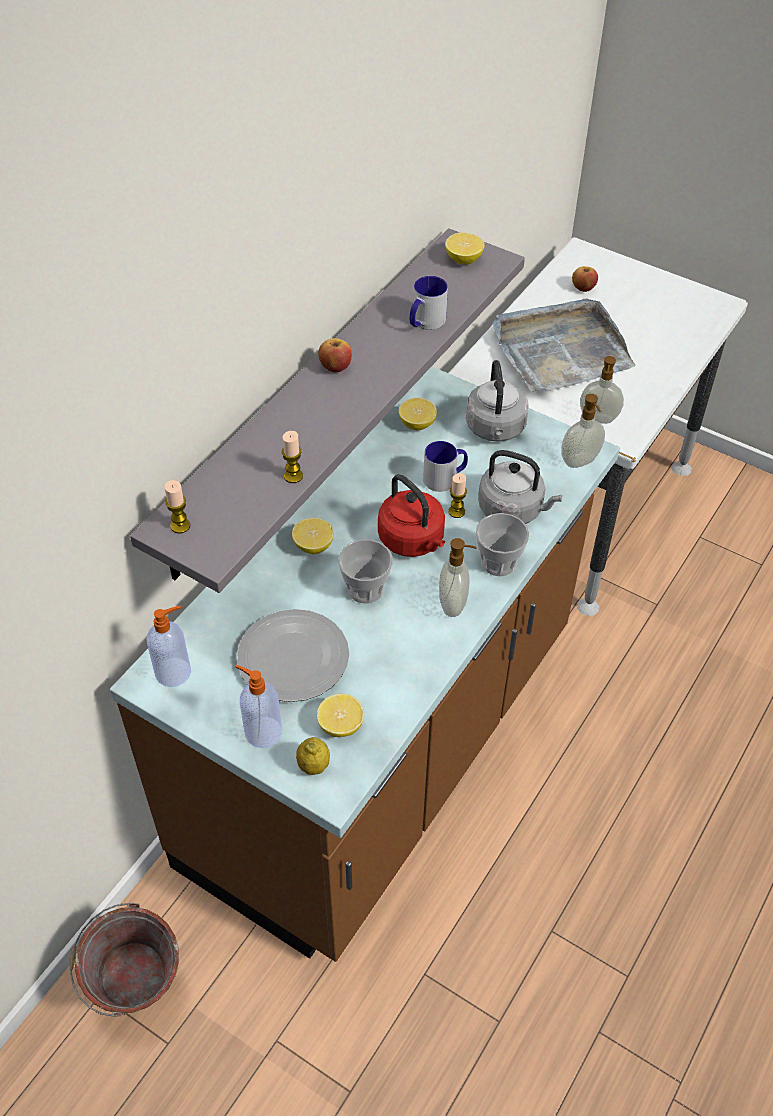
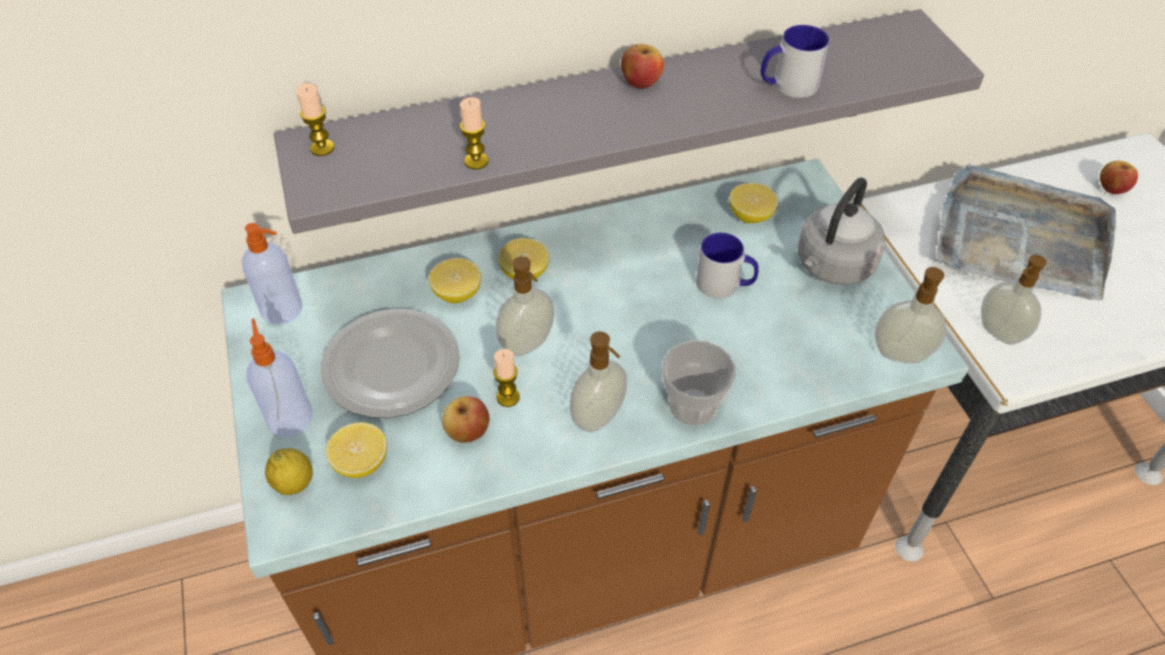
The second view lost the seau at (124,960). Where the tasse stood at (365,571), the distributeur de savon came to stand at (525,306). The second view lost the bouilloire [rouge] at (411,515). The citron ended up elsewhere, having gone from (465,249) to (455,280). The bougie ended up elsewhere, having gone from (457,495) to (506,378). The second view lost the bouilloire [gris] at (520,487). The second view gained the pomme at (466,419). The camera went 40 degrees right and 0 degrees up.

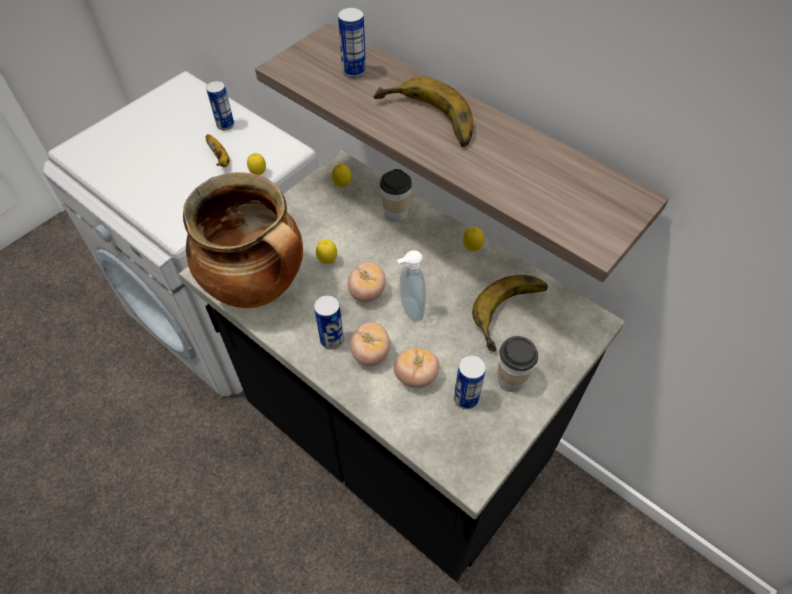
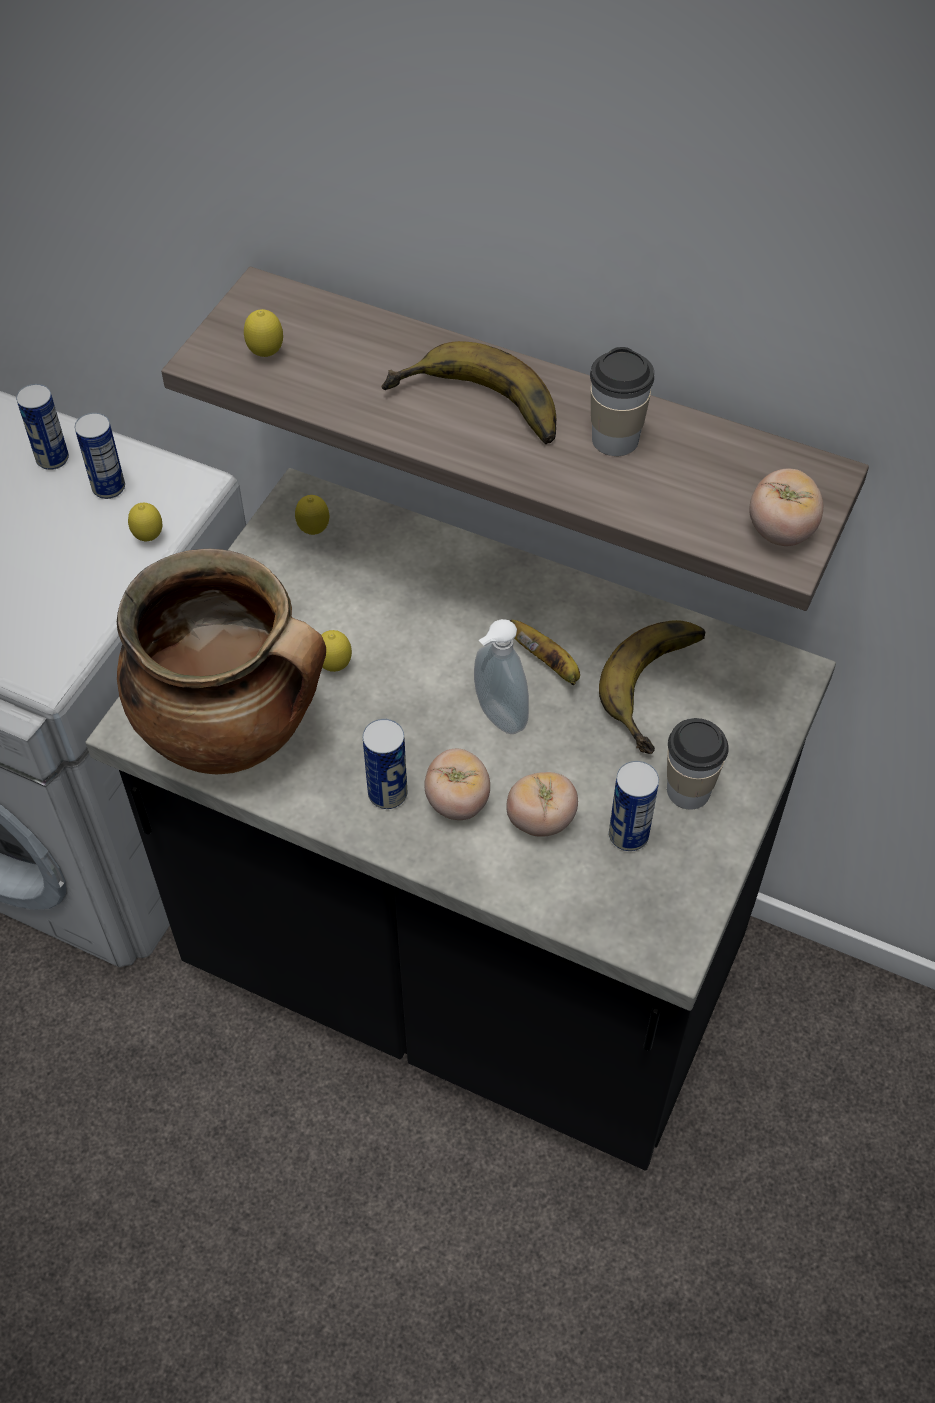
The banane ended up elsewhere, having gone from (218,150) to (545,652). The boîte métallique ended up elsewhere, having gone from (352,43) to (100,456). The tomate ended up elsewhere, having gone from (367,282) to (786,507). The tasse ended up elsewhere, having gone from (396,195) to (622,401). The citron ended up elsewhere, having gone from (473,239) to (263,333). The camera went 15 degrees left and 0 degrees up.

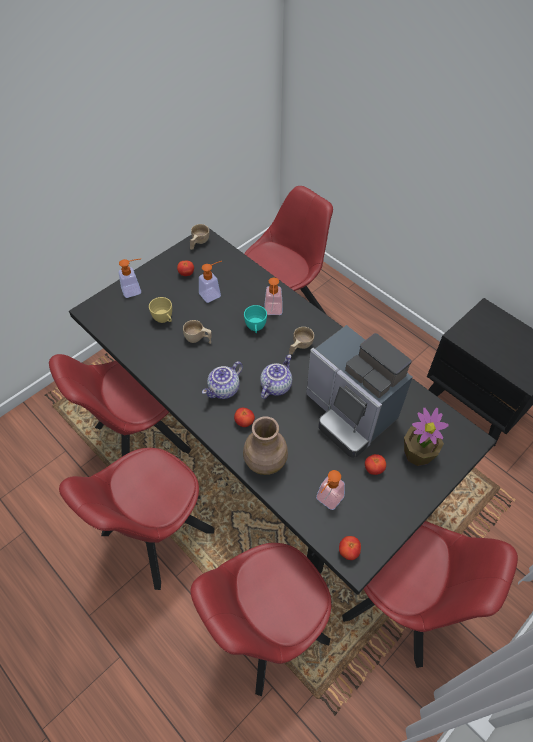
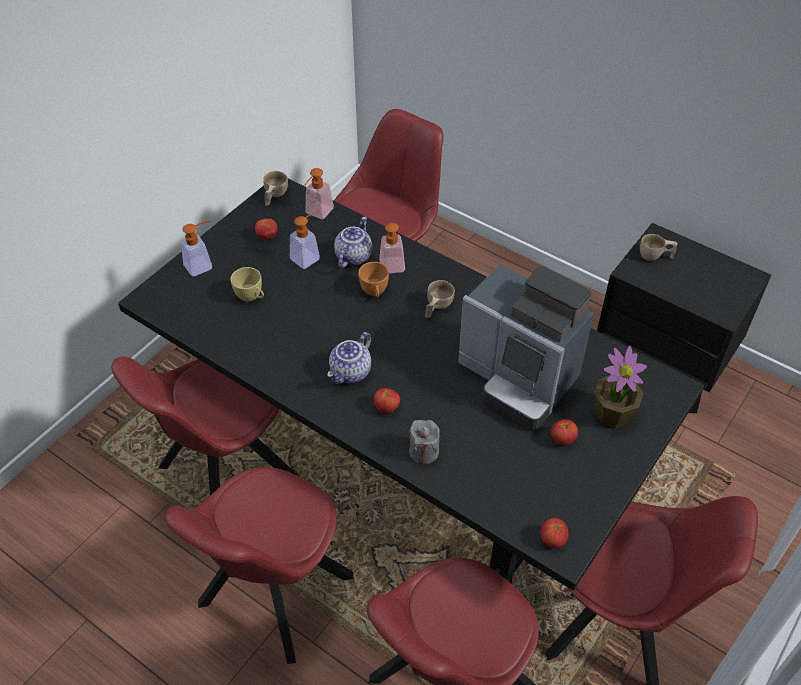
The tasse [beige] ended up elsewhere, having gone from (197,332) to (659,247). Where the vase [marron] stood at (265,445), the bougie [gris] came to stand at (424,442). What was the tasse [turquoise] at (255,319) turned into the tasse [orange] at (373,279). The théière ended up elsewhere, having gone from (276,377) to (353,242). The distributeur de savon ended up elsewhere, having gone from (330,490) to (319,193). The camera went 10 degrees left and 5 degrees down.

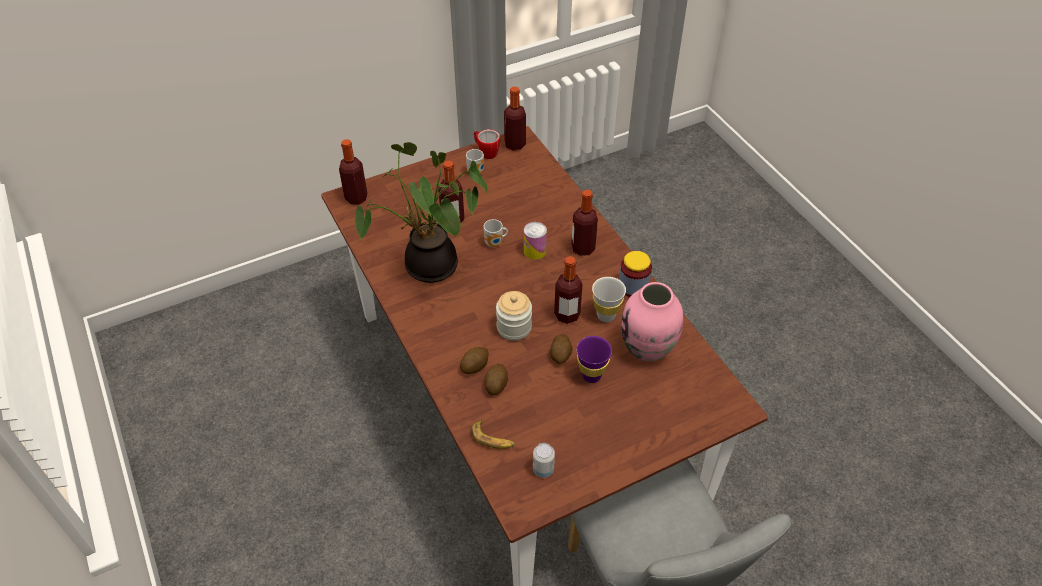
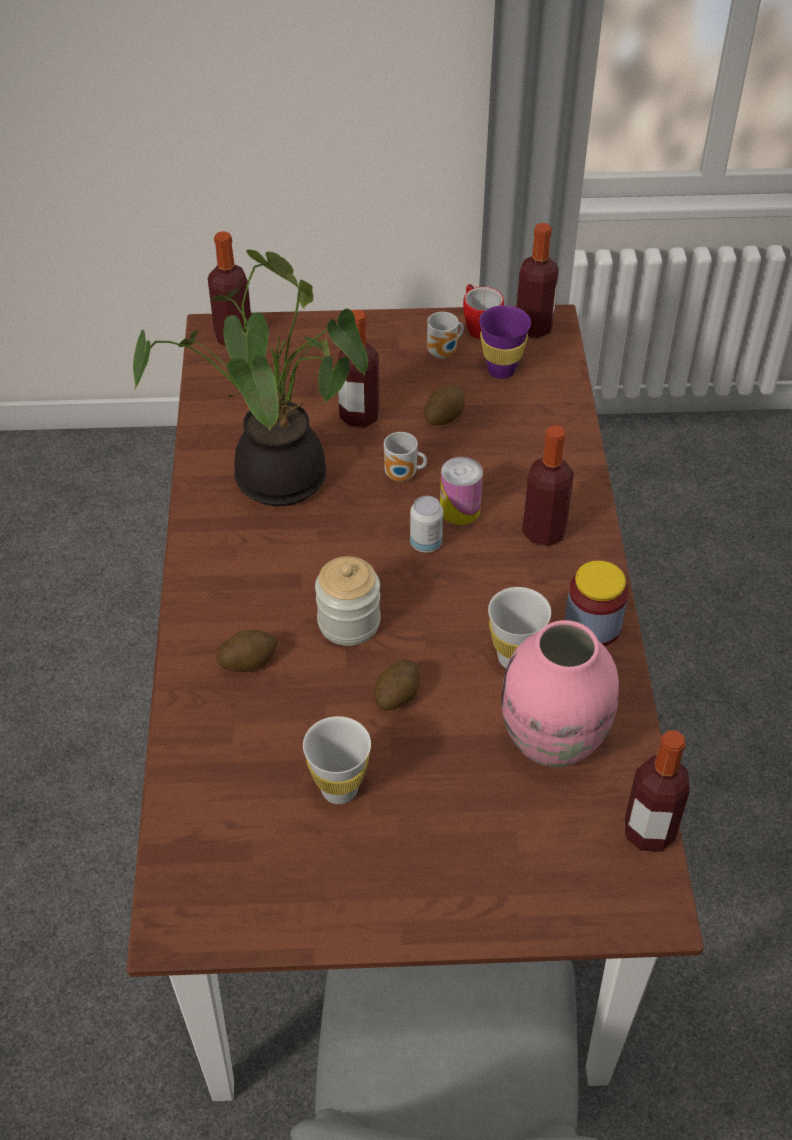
The second view lost the banane at (493,434). The pomme de terre ended up elsewhere, having gone from (496,379) to (444,405). The boîte métallique ended up elsewhere, having gone from (544,460) to (426,524). The bouteille ended up elsewhere, having gone from (568,290) to (657,791). The tasse [violet] ended up elsewhere, having gone from (594,359) to (505,342). The second view gained the tasse [blanc] at (337,760). The camera went 25 degrees right and 0 degrees up.

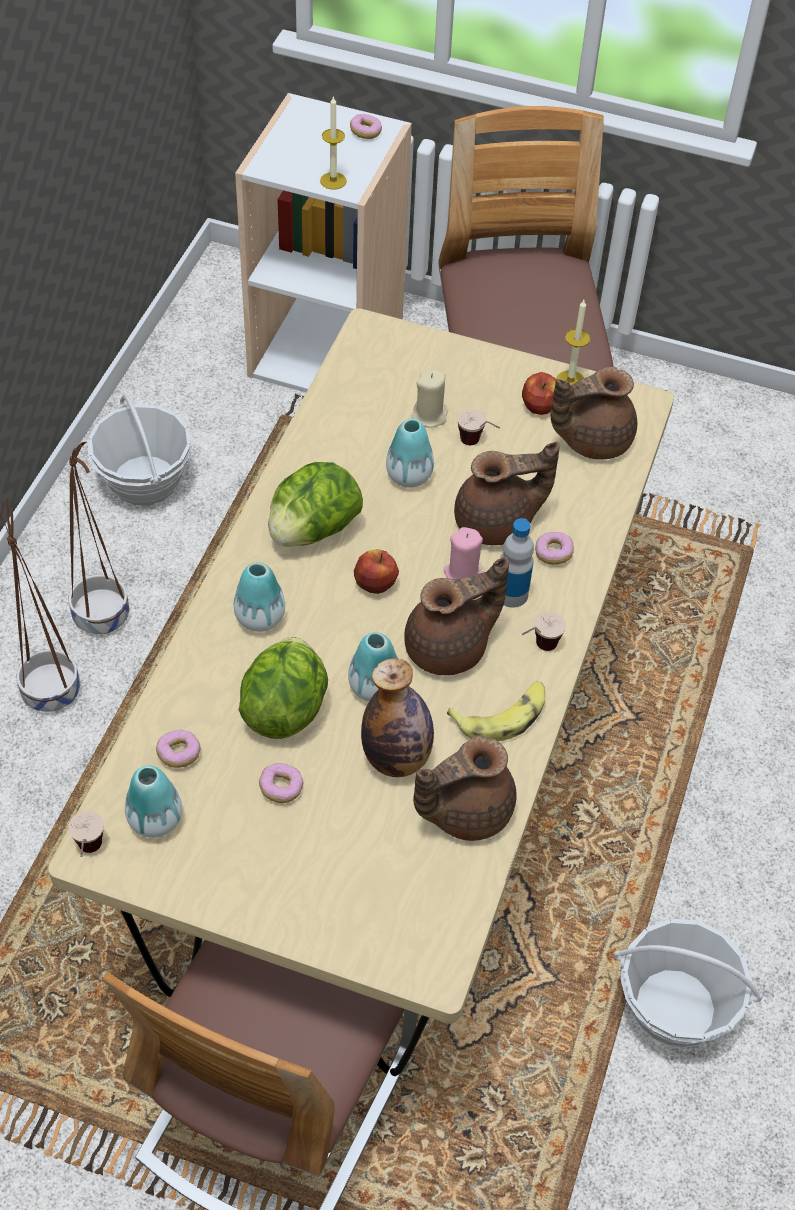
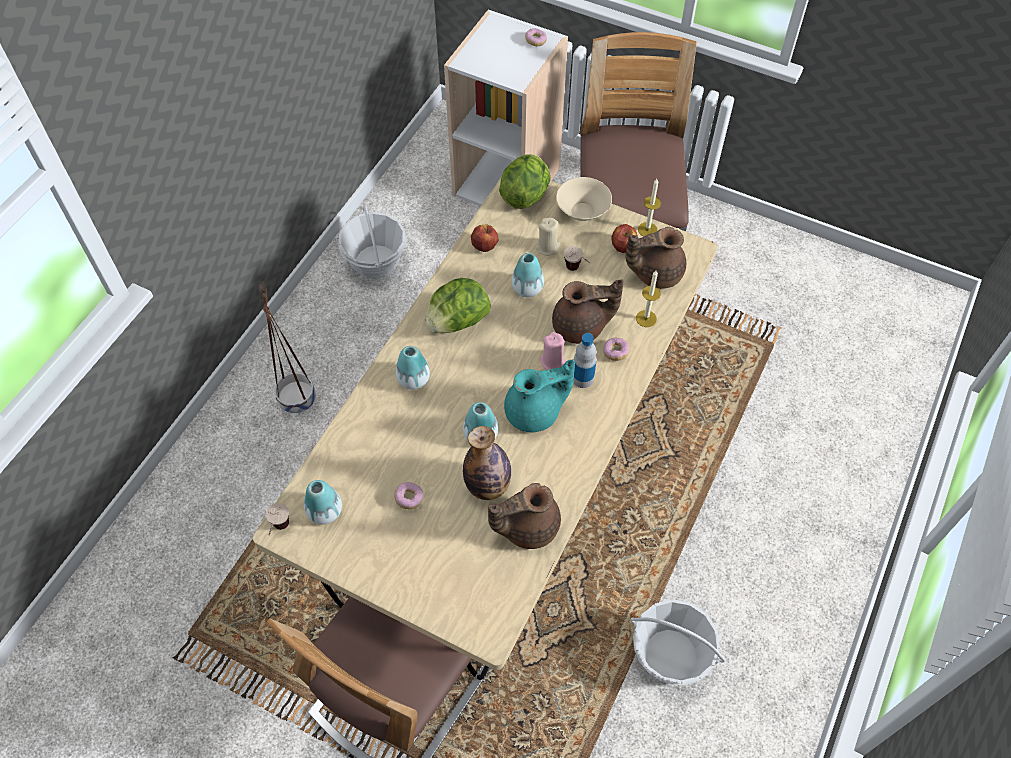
The second view lost the cache-pot [marron] at (98,538). The second view lost the beignet at (178,749). The laitue ended up elsewhere, having gone from (283,688) to (525,181). The bougie ended up elsewhere, having gone from (333,143) to (648,299). The pomme ended up elsewhere, having gone from (376,571) to (484,238). What was the théière [marron] at (456,616) turned into the théière [turquoise] at (539,396). The second view lost the banane at (496,711). The second view lost the tasse at (544,631). The second view gained the bol [beige] at (584,199). The camera went 10 degrees right and 5 degrees up.

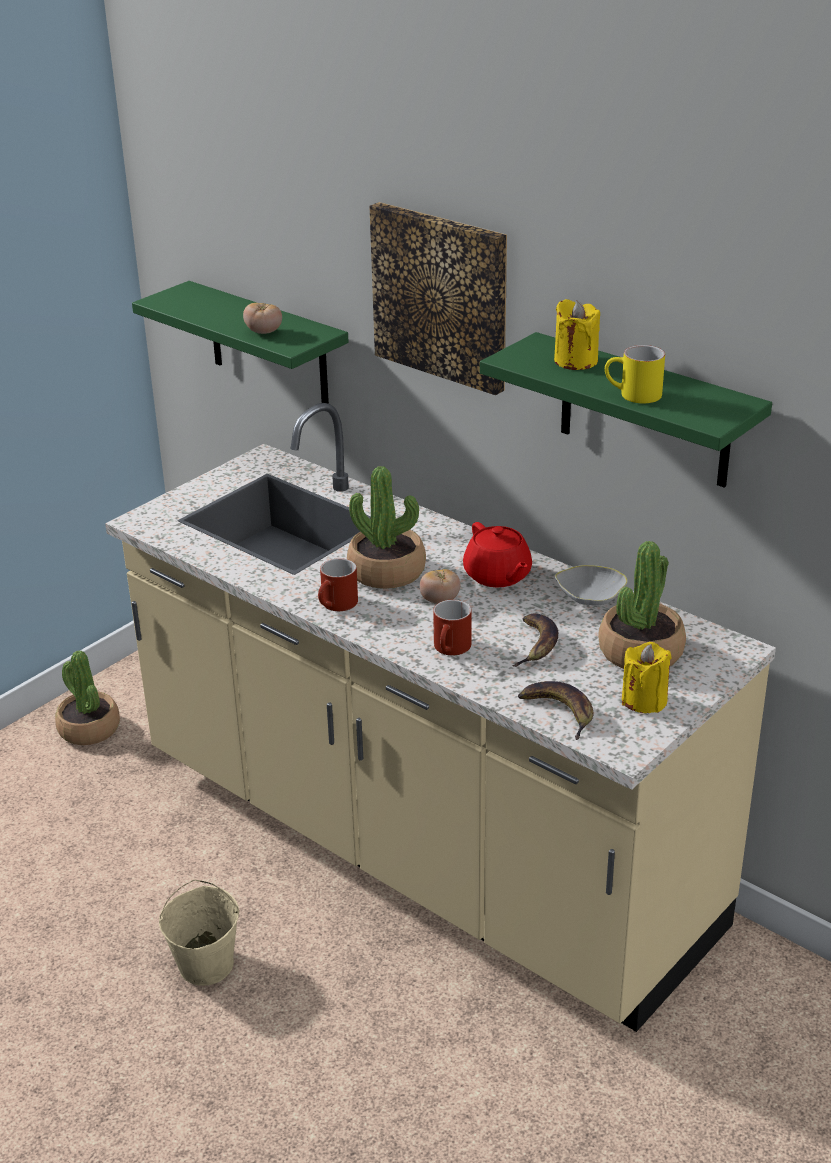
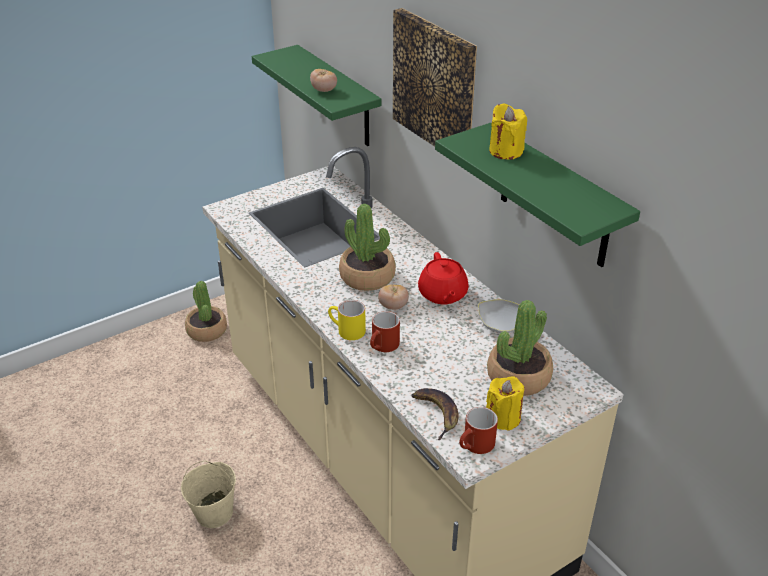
The mug [rouge] ended up elsewhere, having gone from (338,584) to (478,430). The second view lost the banane at (535,640). The mug [jaune] ended up elsewhere, having gone from (635,374) to (347,320). The camera went 15 degrees right and 5 degrees up.

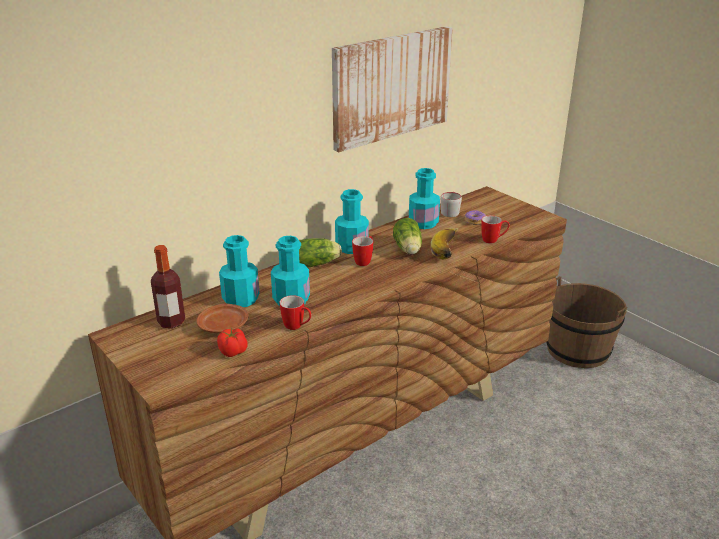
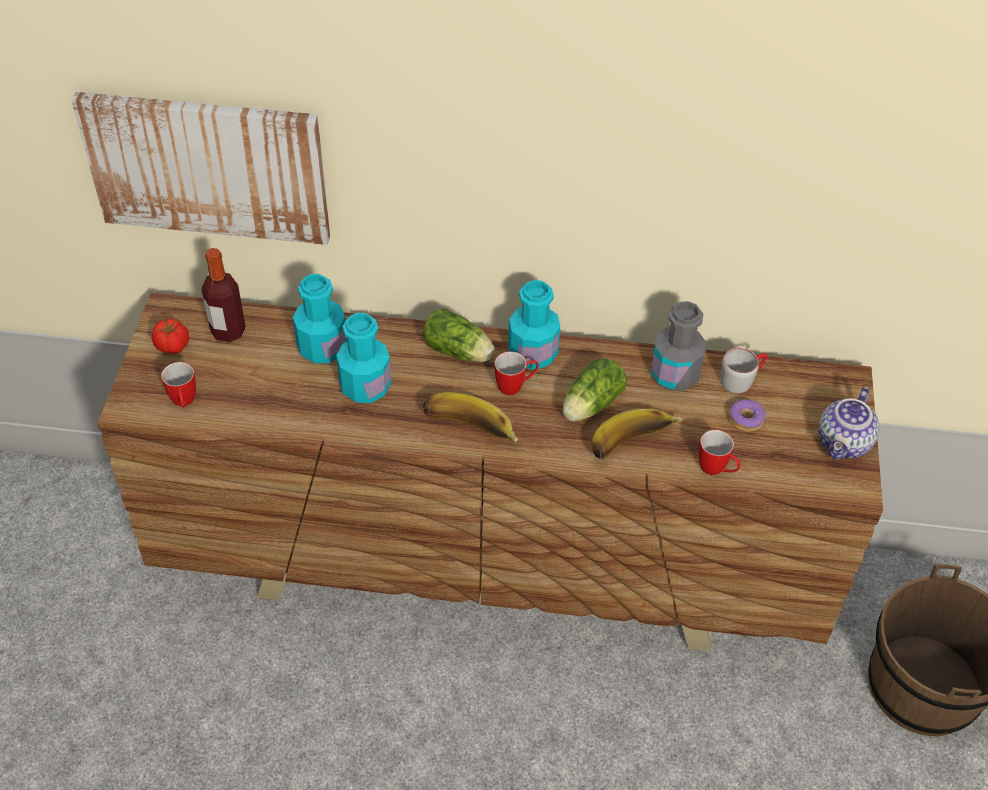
The second view lost the assiette [marron] at (222,318). The tomate ended up elsewhere, having gone from (232,342) to (170,336). The mug ended up elsewhere, having gone from (295,312) to (178,385). The tableau ended up elsewhere, having gone from (392,89) to (200,168). What was the bouteille [turquoise] at (424,198) turned into the bouteille [gris] at (679,346). The second view gained the banane at (470,417). The second view gained the théière at (849,423). The camera went 45 degrees right and 20 degrees up.

